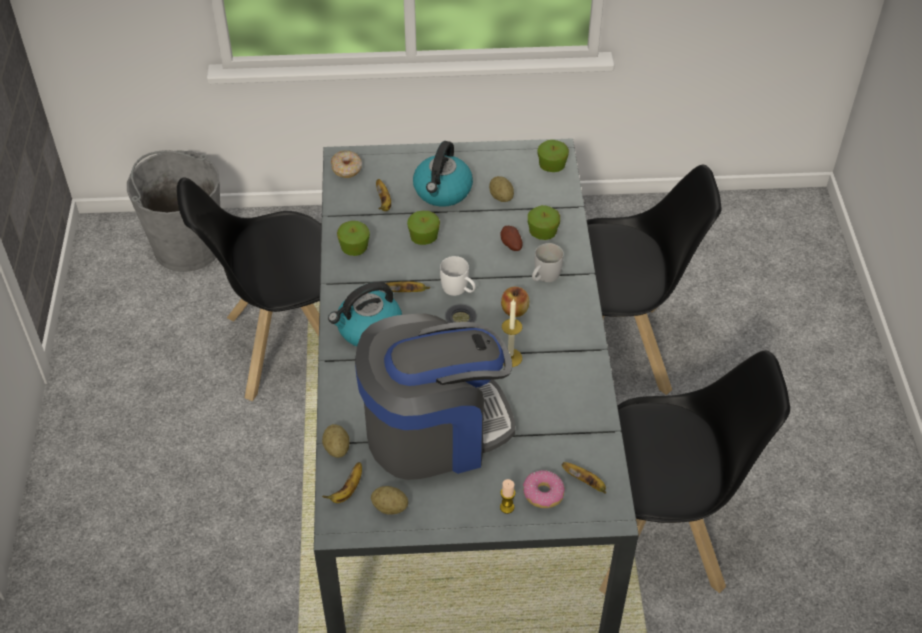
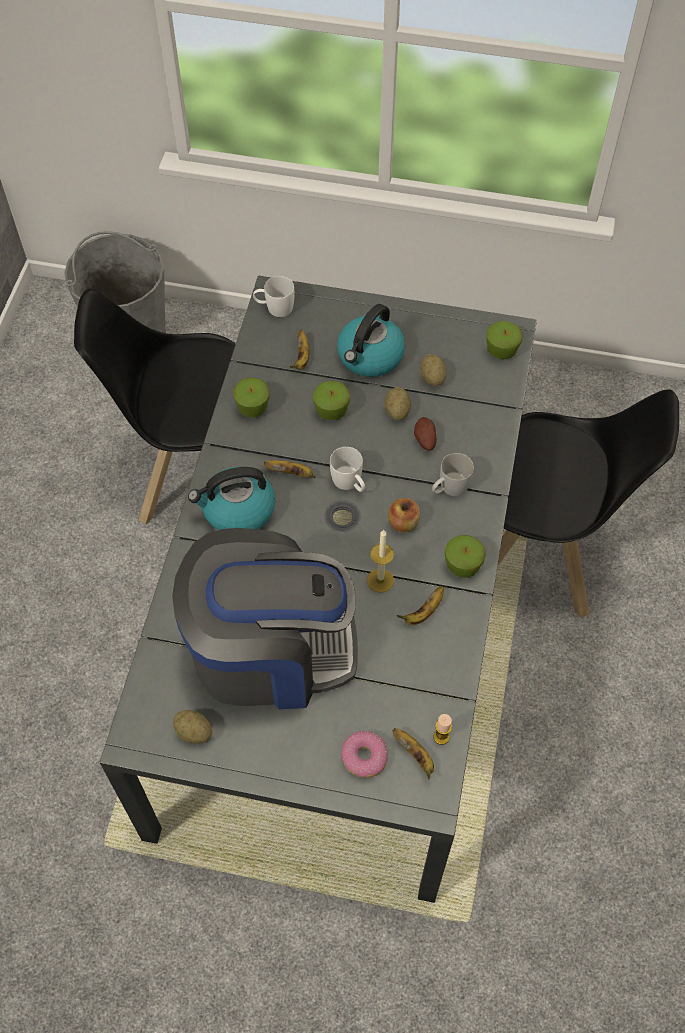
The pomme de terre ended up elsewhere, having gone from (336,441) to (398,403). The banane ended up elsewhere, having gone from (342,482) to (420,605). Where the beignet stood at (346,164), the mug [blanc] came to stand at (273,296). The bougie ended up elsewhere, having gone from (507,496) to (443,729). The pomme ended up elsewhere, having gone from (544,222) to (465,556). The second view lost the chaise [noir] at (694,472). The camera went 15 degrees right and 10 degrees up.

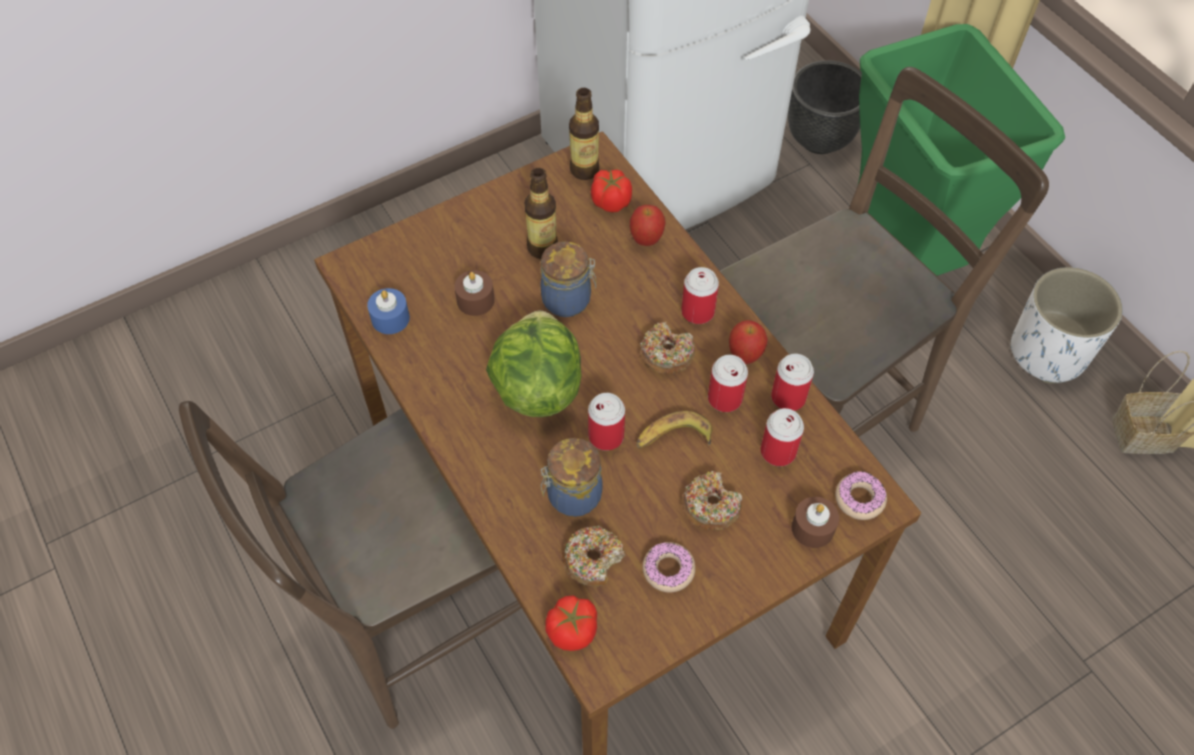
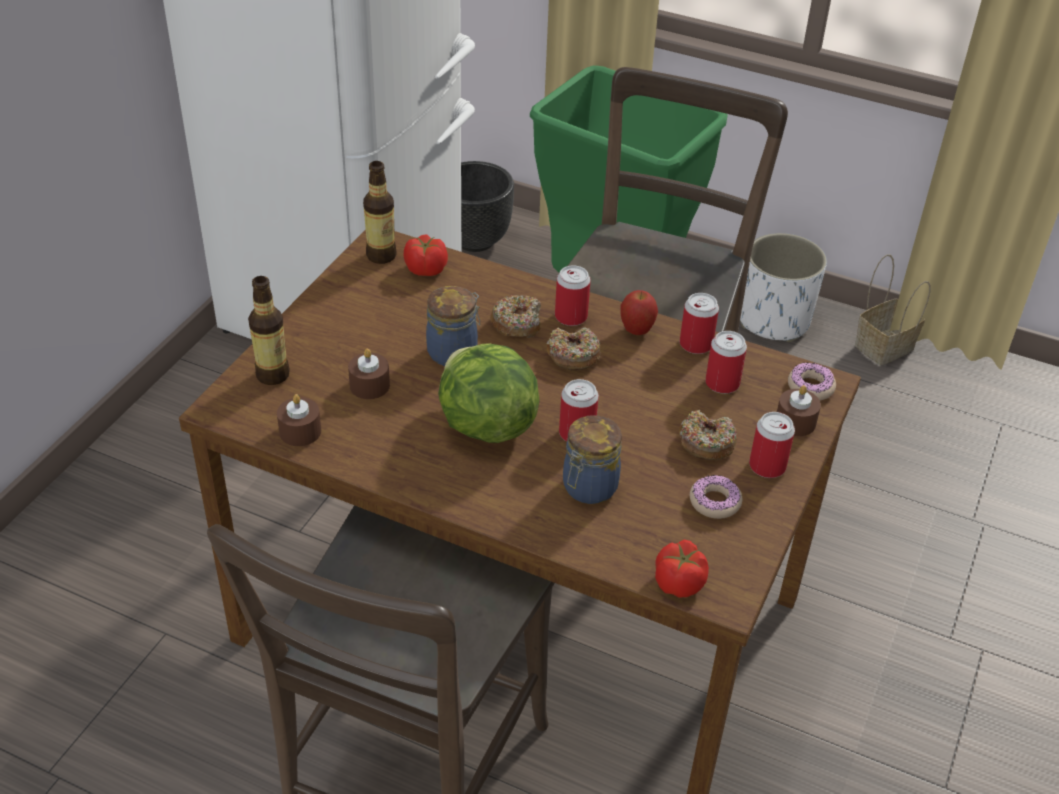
What was the bougie [bleu] at (388,311) turned into the bougie [marron] at (299,420). The bouteille ended up elsewhere, having gone from (541,213) to (269,330). The beignet ended up elsewhere, having gone from (593,556) to (515,316). The second view lost the pomme at (647,225). The second view lost the banane at (674,430). The boîte métallique ended up elsewhere, having gone from (728,383) to (772,445). The camera went 35 degrees left and 15 degrees down.

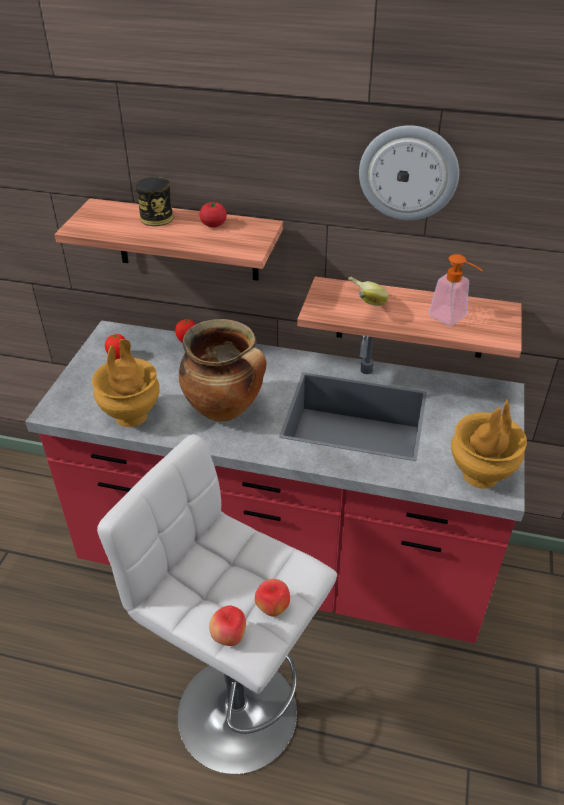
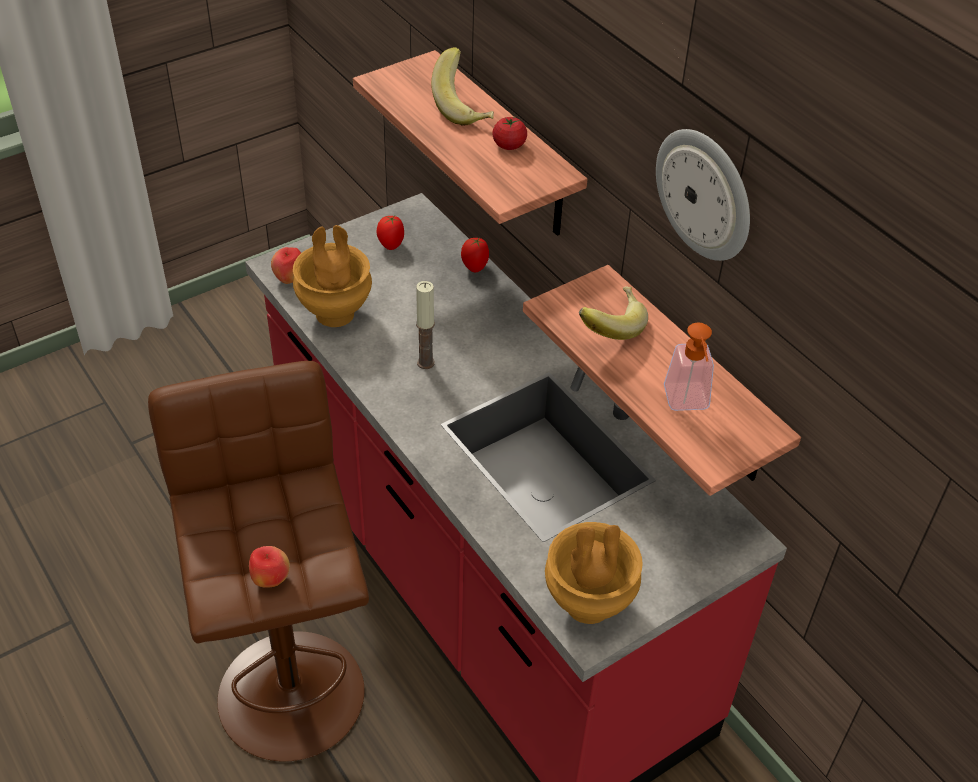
What was the tabouret [blanc] at (217,604) turned into the tabouret [marron] at (258,561). Where the boîte métallique stood at (154,201), the banane came to stand at (462,86). Where the marmite stood at (223,370), the bougie came to stand at (425,325). The pomme ended up elsewhere, having gone from (227,625) to (286,265). The camera went 40 degrees right and 5 degrees up.

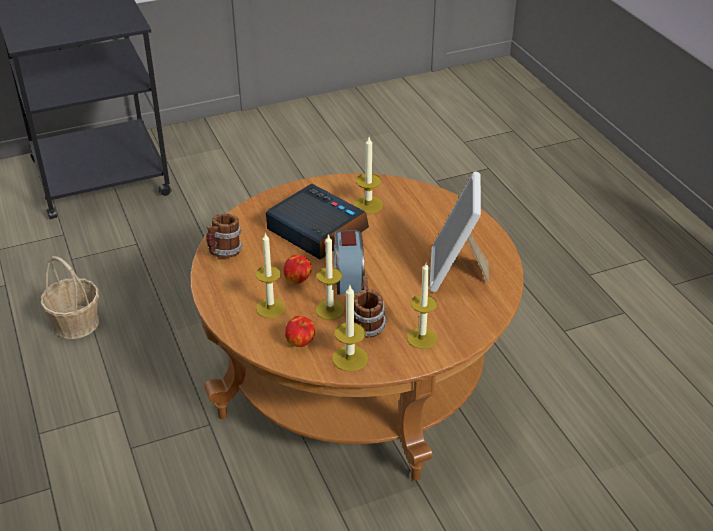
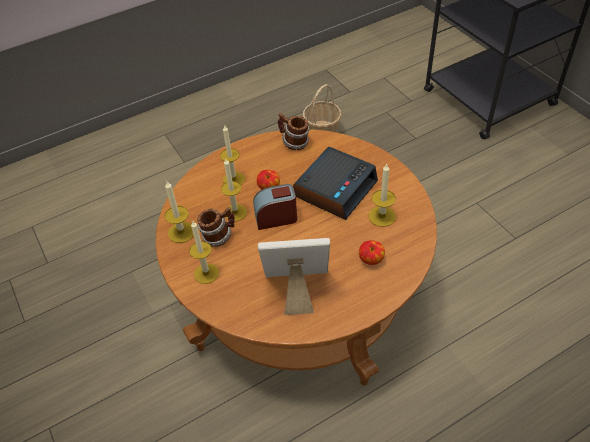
The pomme ended up elsewhere, having gone from (300,331) to (372,252). The camera went 85 degrees right and 10 degrees up.

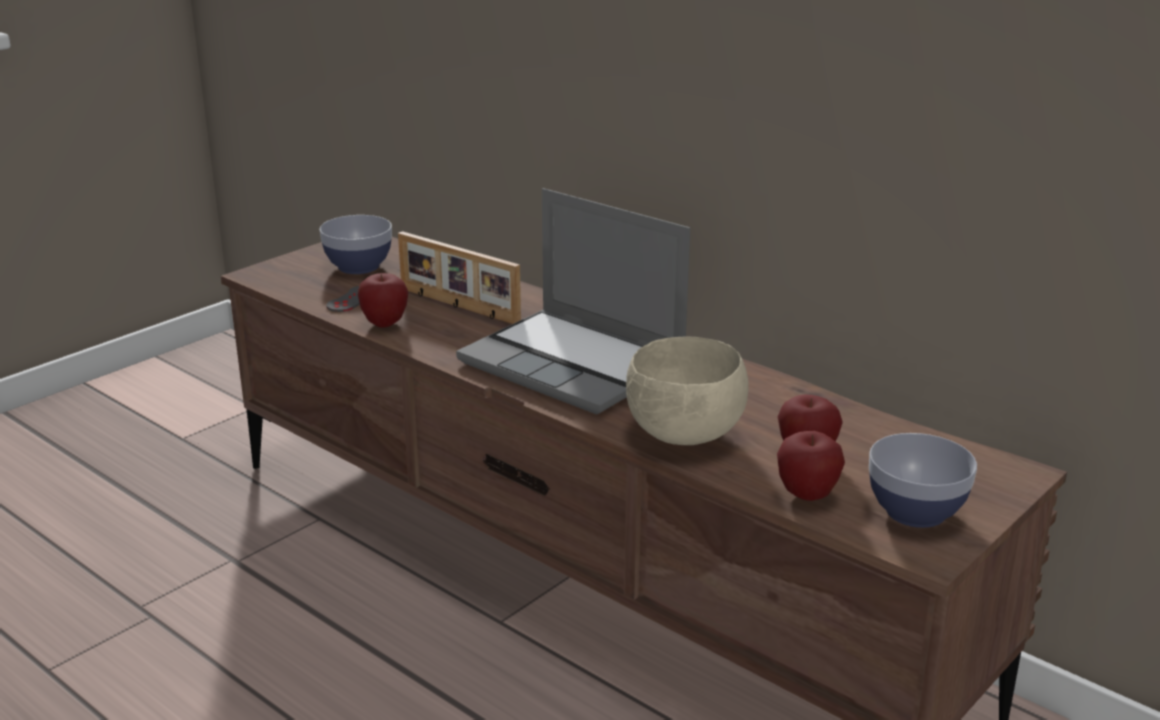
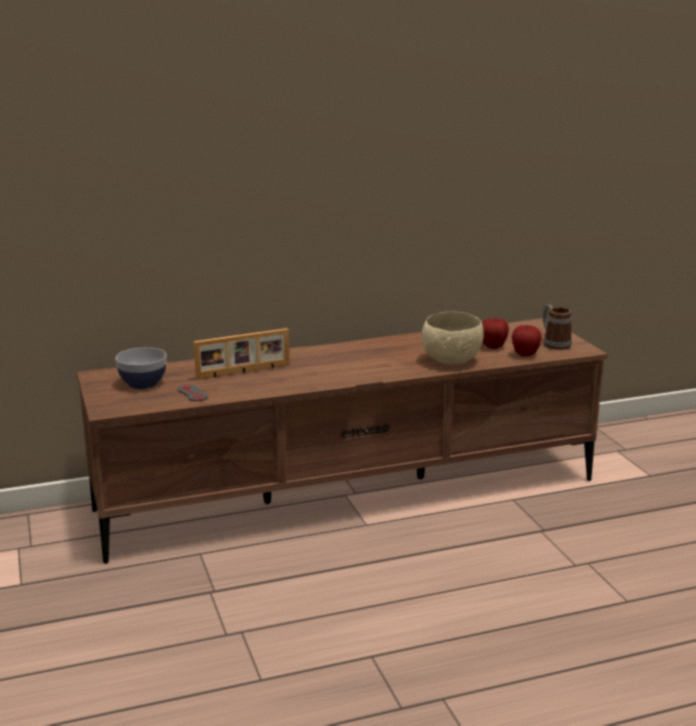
The second view lost the pomme at (383,300). The second view lost the ordinateur portable at (573,301). Where the bol stood at (923,480), the mug came to stand at (557,327). The camera went 60 degrees left and 5 degrees down.

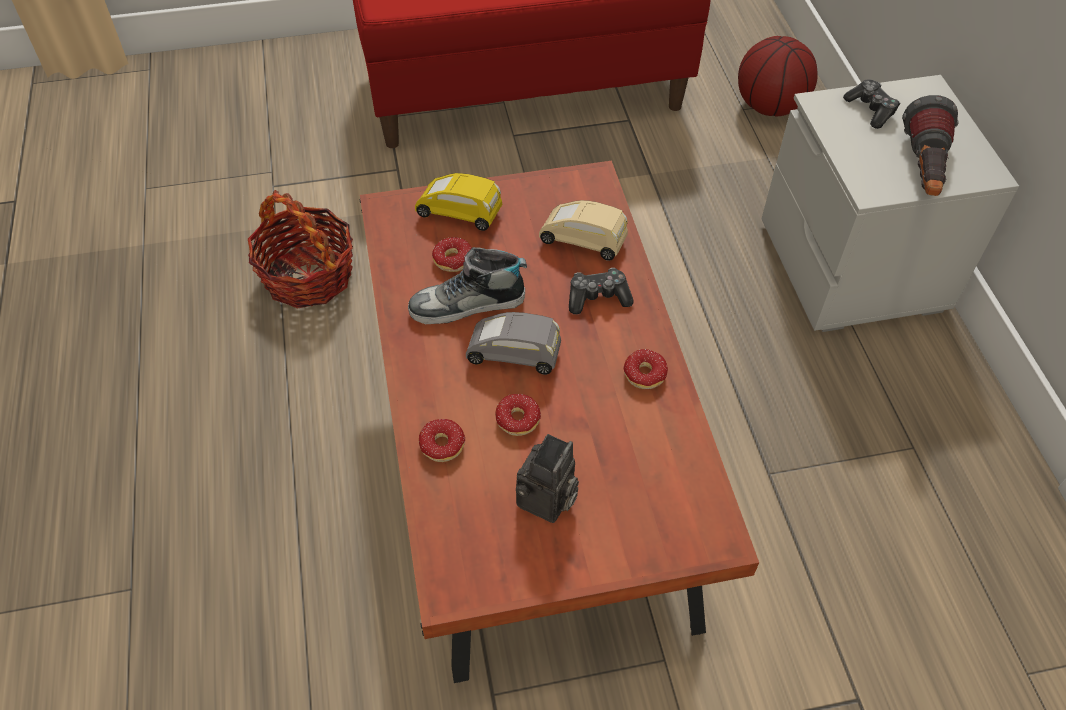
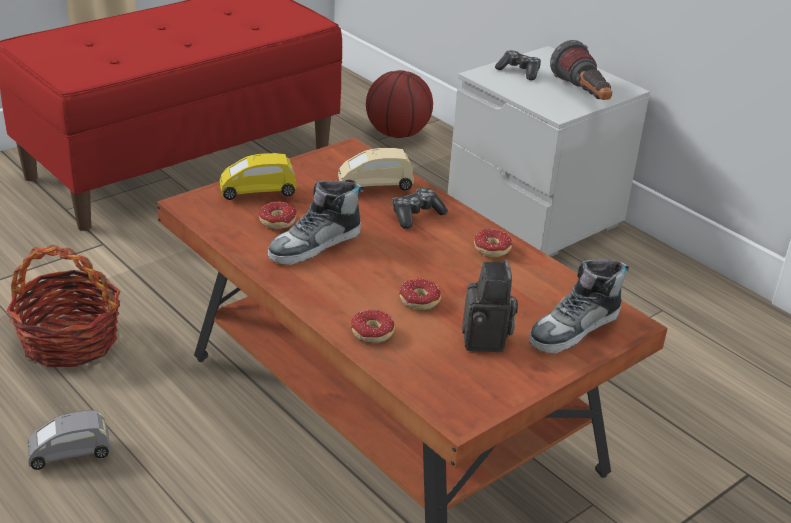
The petite voiture [gris] ended up elsewhere, having gone from (513,343) to (69,440). The second view gained the chaussure at (579,306). The camera went 30 degrees left and 20 degrees down.

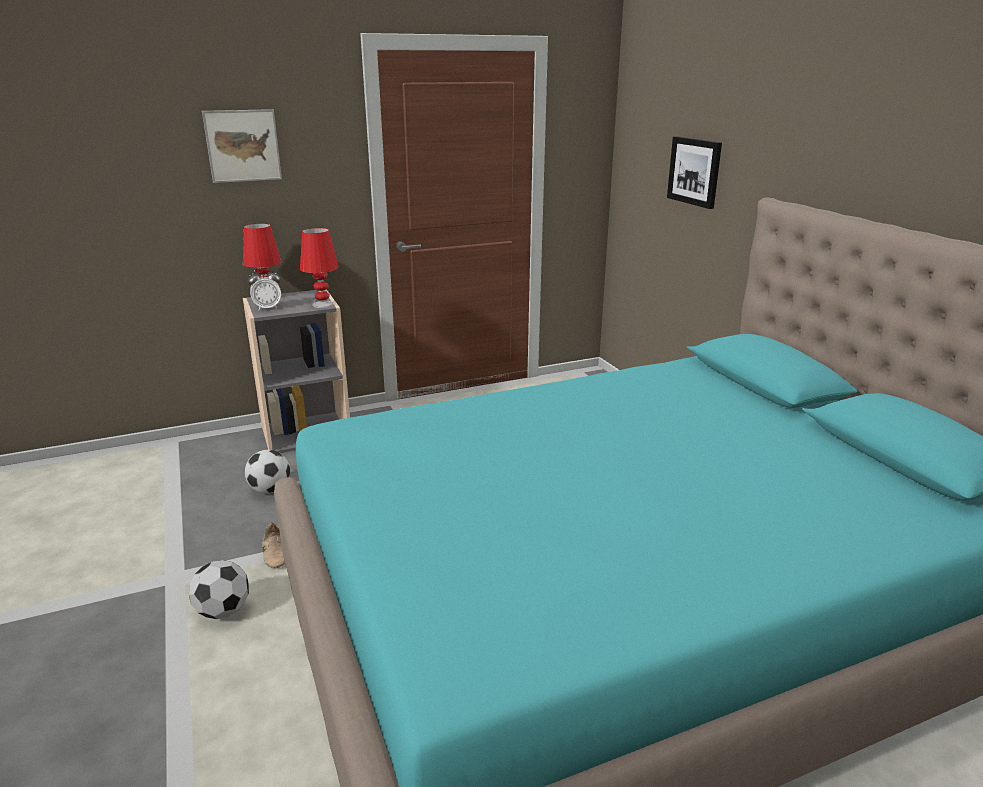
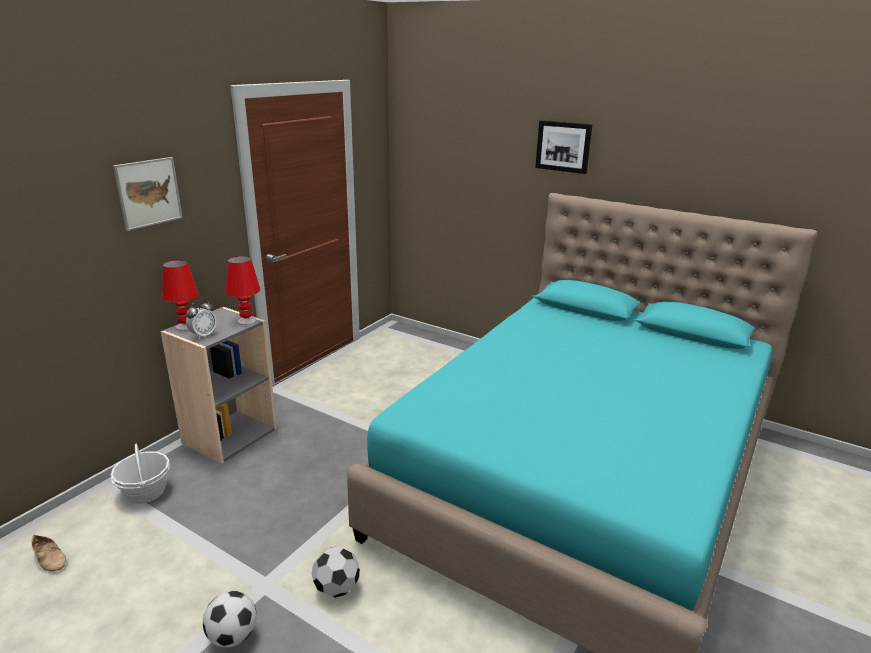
The ballon de foot ended up elsewhere, having gone from (267,471) to (230,619). The chaussure [beige] ended up elsewhere, having gone from (273,545) to (48,553). The tableau ended up elsewhere, having gone from (694,172) to (564,147). The second view gained the panier at (140,474). The camera went 35 degrees left and 0 degrees up.

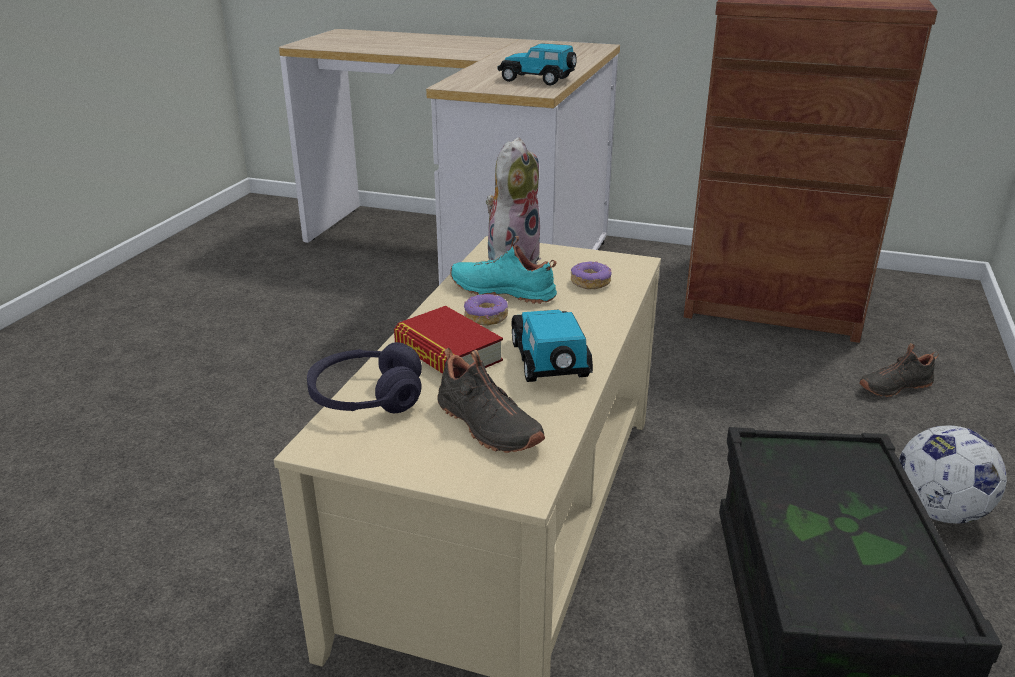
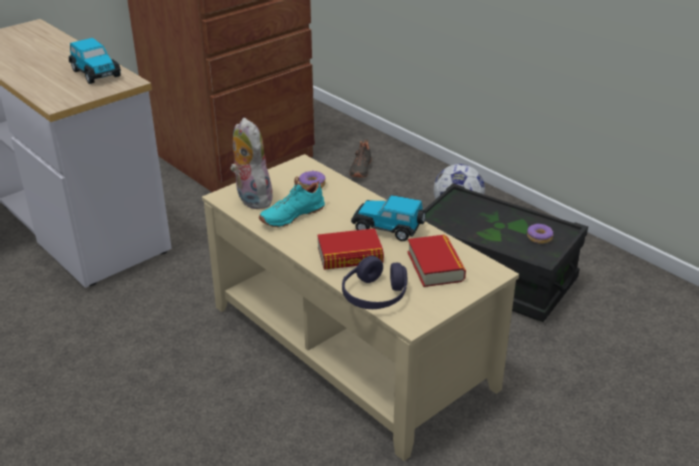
Where the chaussure [noir] stood at (491,400), the livre came to stand at (436,261). The beignet ended up elsewhere, having gone from (486,309) to (540,234). The petite voiture at (537,64) ended up facing another way, 90 degrees counterclockwise from before. The camera went 60 degrees left and 5 degrees up.

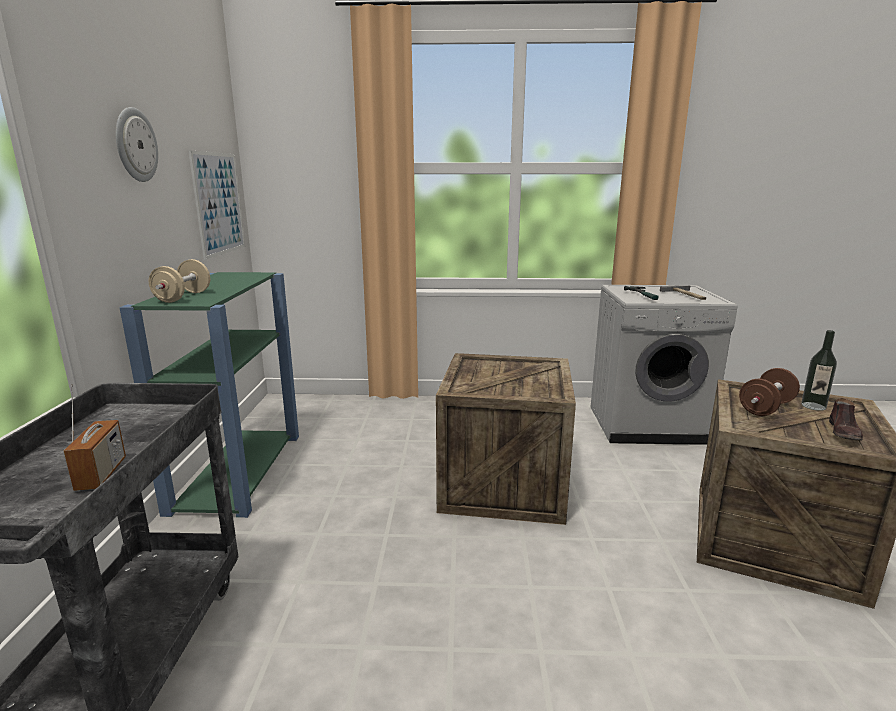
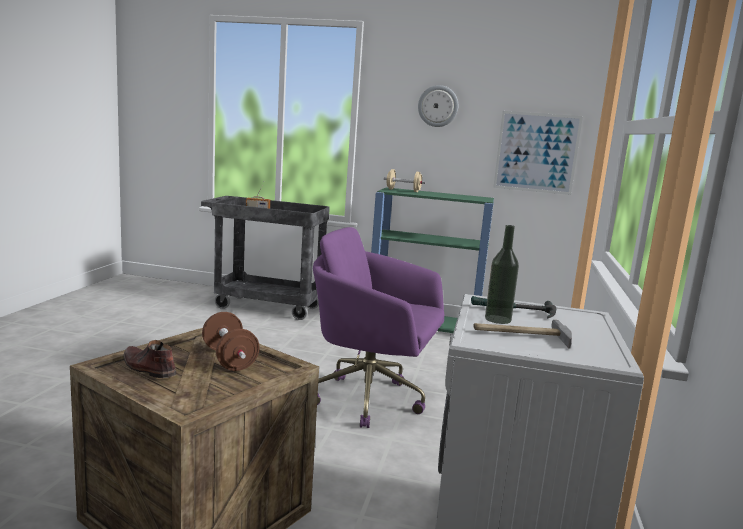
Where the caisse stood at (506,439), the chaise de bureau [violet] came to stand at (378,327). The bouteille ended up elsewhere, having gone from (819,370) to (502,274). The camera went 100 degrees right and 5 degrees down.

